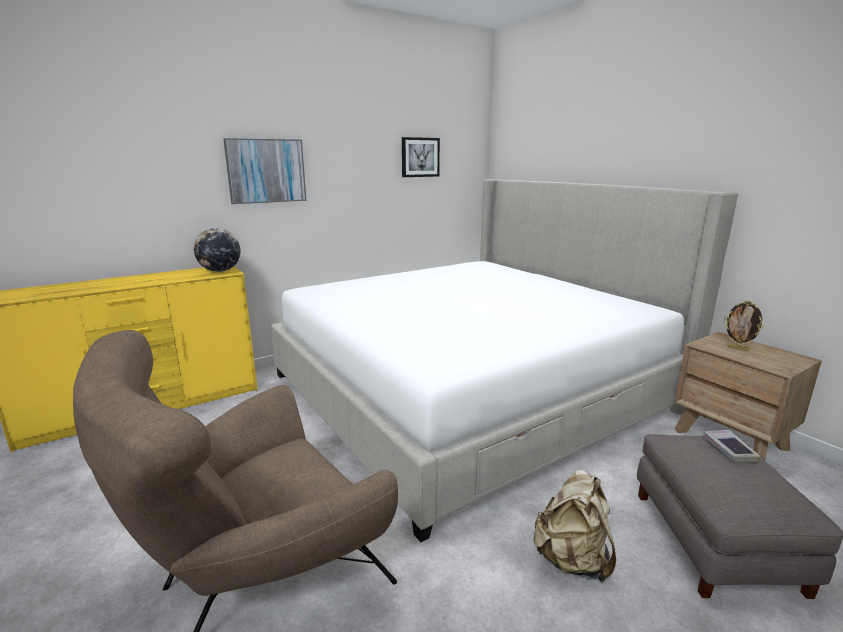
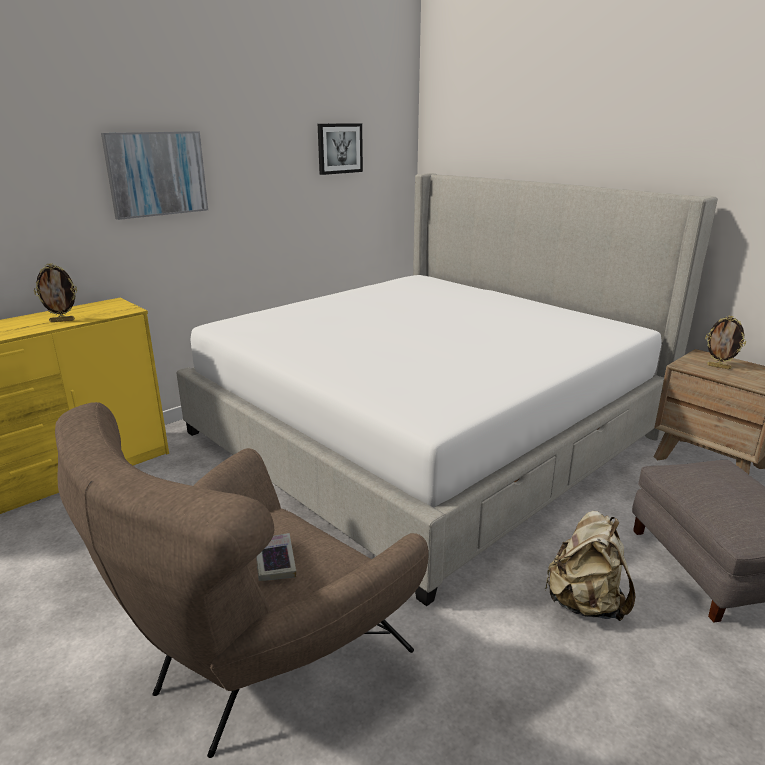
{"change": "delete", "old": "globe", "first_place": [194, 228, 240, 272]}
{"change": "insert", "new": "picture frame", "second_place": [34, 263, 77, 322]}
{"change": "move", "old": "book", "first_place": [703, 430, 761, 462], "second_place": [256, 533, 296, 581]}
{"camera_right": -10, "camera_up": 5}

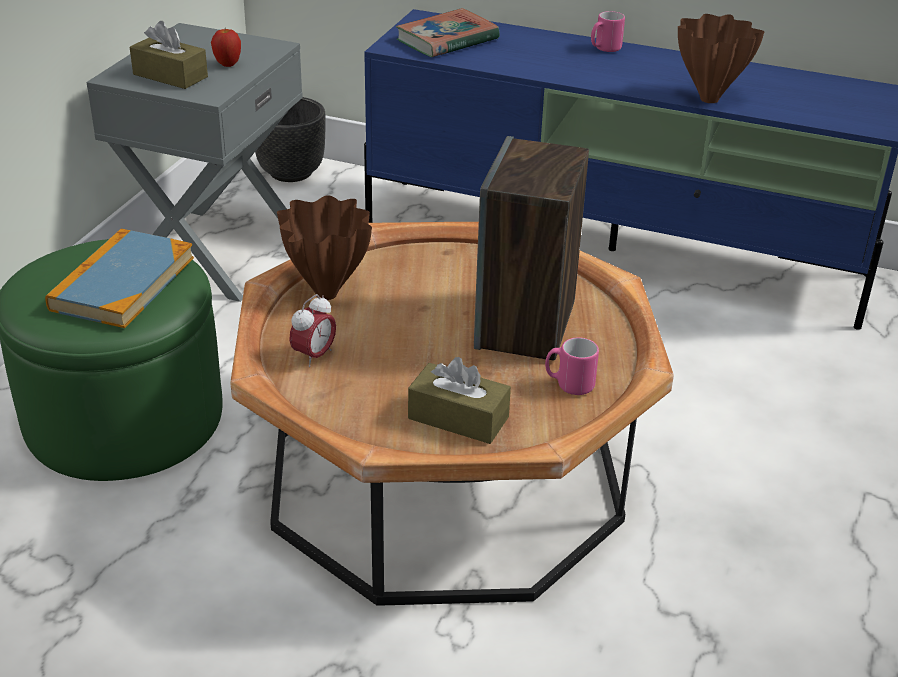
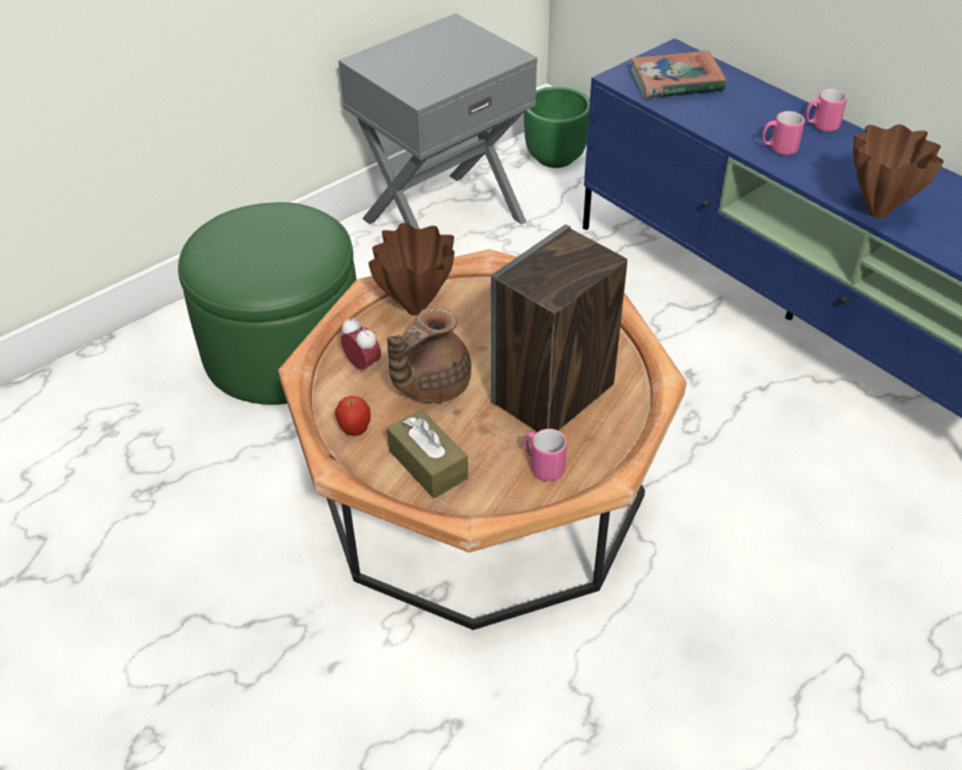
{"change": "delete", "old": "book", "first_place": [45, 228, 194, 328]}
{"change": "delete", "old": "tissue box in brown", "first_place": [130, 21, 208, 89]}
{"change": "insert", "new": "teapot in brown", "second_place": [387, 307, 471, 403]}
{"change": "insert", "new": "mug in pink", "second_place": [762, 111, 805, 155]}
{"change": "move", "old": "apple", "first_place": [211, 29, 241, 67], "second_place": [335, 396, 370, 436]}
{"change": "recolor", "old": "planter in black", "new": "planter in green", "first_place": [255, 97, 325, 182], "second_place": [524, 87, 590, 168]}
{"change": "rotate", "old": "alarm clock", "first_place": [289, 294, 336, 367], "second_place": [341, 317, 381, 370], "degrees": -105}
{"camera_right": 30, "camera_up": 10}

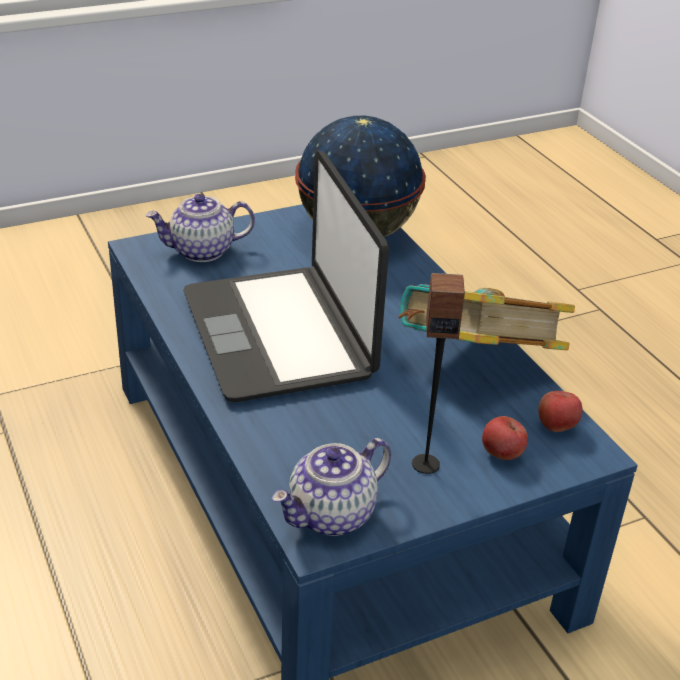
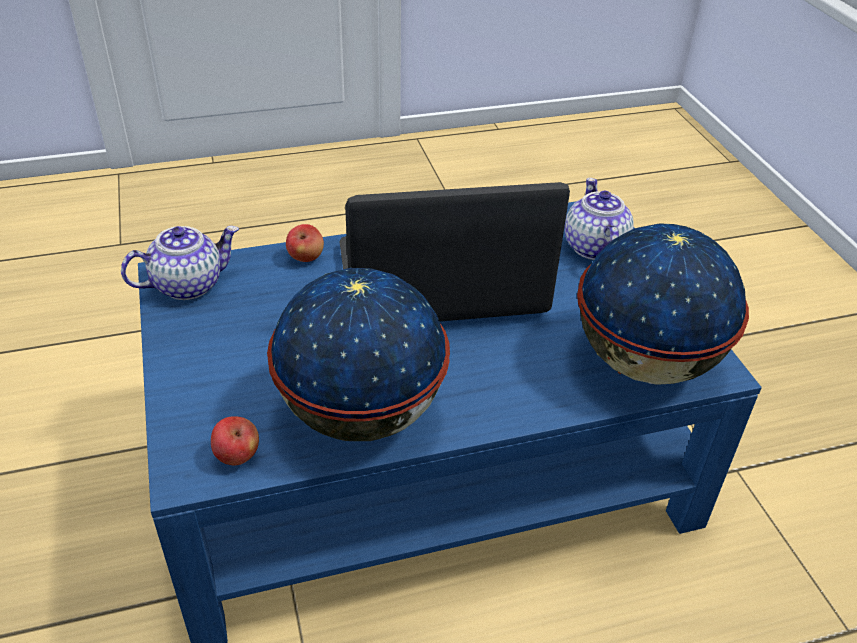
{"change": "delete", "old": "speaker", "first_place": [412, 273, 465, 474]}
{"change": "move", "old": "apple", "first_place": [482, 416, 528, 460], "second_place": [286, 224, 324, 262]}
{"change": "replace", "old": "book", "new": "globe", "first_place": [398, 284, 575, 350], "second_place": [267, 268, 450, 441]}
{"change": "rotate", "old": "teapot", "first_place": [272, 438, 391, 536], "second_place": [121, 226, 239, 300], "degrees": 90}
{"camera_right": 100, "camera_up": 5}

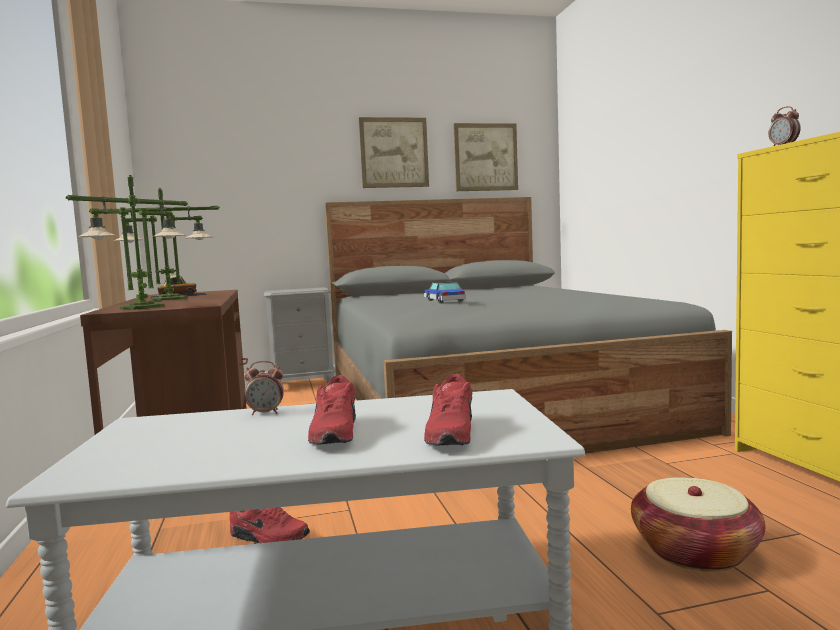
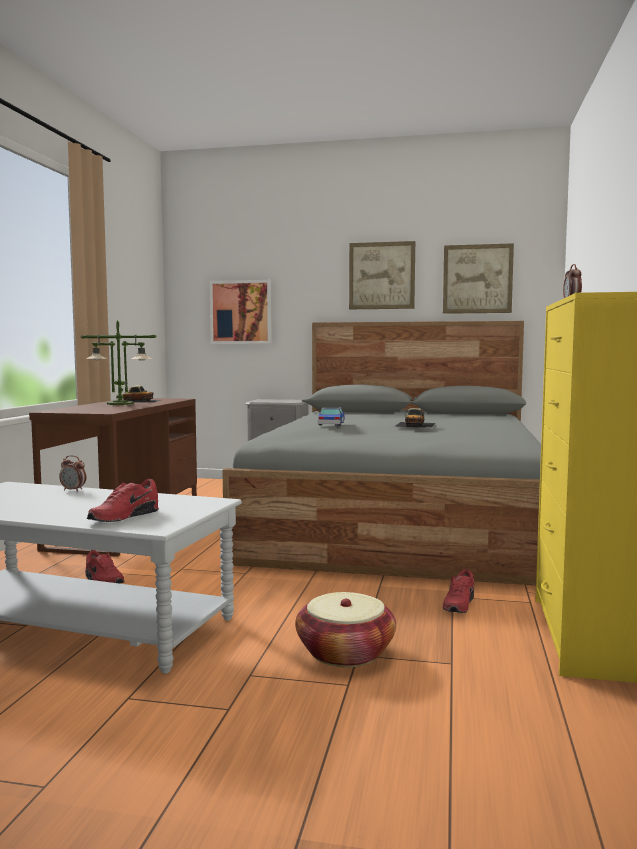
{"change": "delete", "old": "table lamp", "first_place": [66, 175, 188, 310]}
{"change": "insert", "new": "picture", "second_place": [210, 280, 272, 344]}
{"change": "insert", "new": "toy car", "second_place": [394, 408, 436, 428]}
{"change": "move", "old": "shoe in red", "first_place": [308, 375, 356, 444], "second_place": [443, 569, 474, 613]}
{"camera_right": 25, "camera_up": 0}

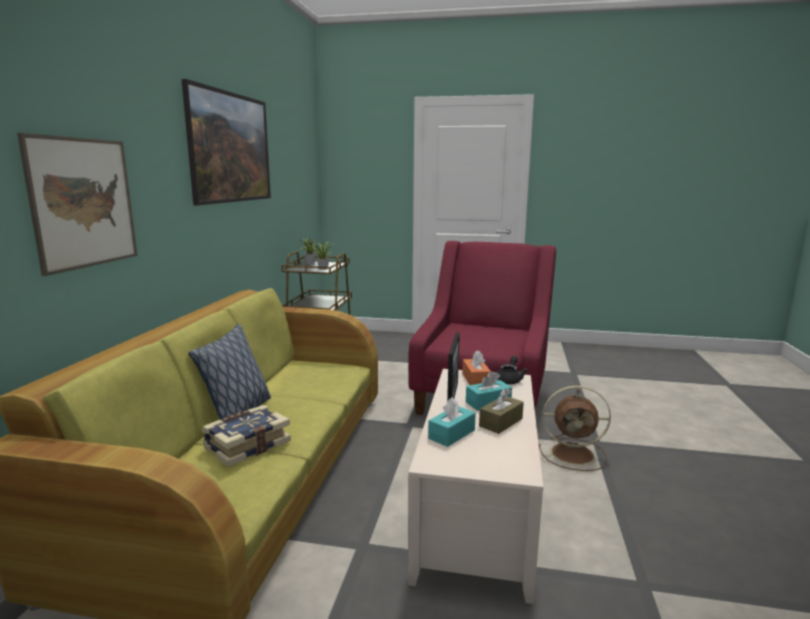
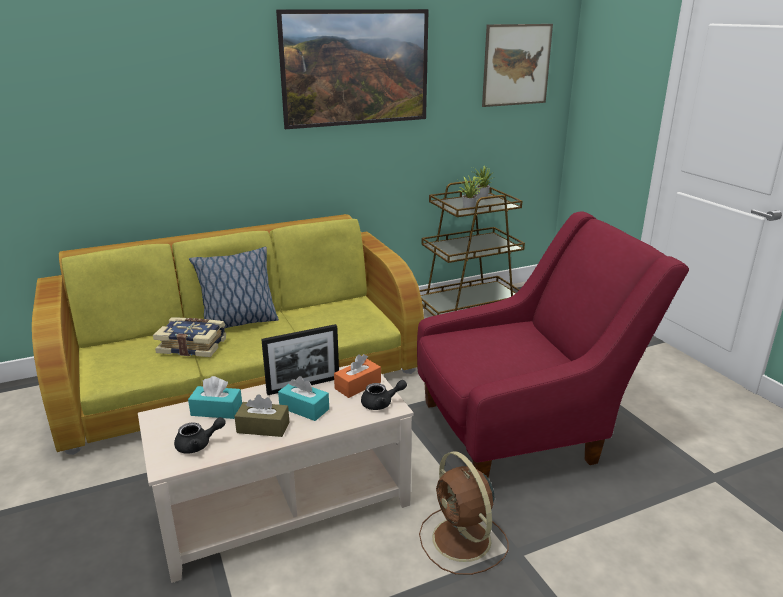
{"change": "insert", "new": "teapot in black", "second_place": [174, 417, 226, 454]}
{"change": "move", "old": "picture", "first_place": [17, 133, 137, 276], "second_place": [482, 24, 553, 107]}
{"camera_right": 55, "camera_up": 10}

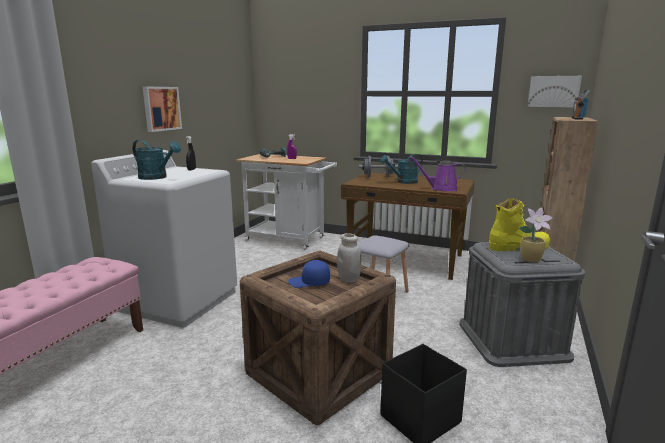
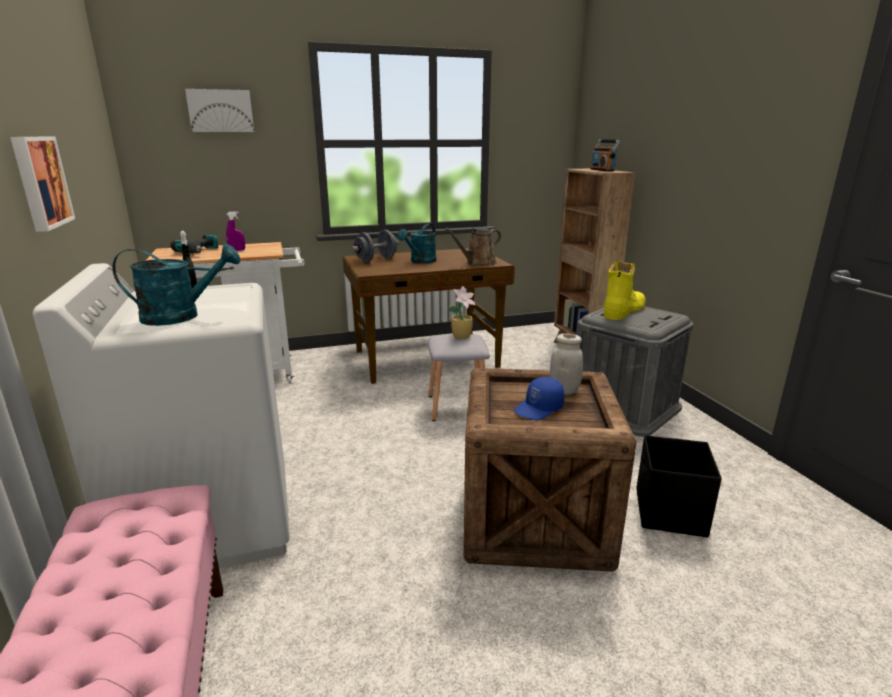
{"change": "move", "old": "potted plant", "first_place": [519, 207, 552, 262], "second_place": [448, 286, 476, 339]}
{"change": "move", "old": "picture", "first_place": [528, 76, 582, 107], "second_place": [185, 89, 254, 132]}
{"change": "recolor", "old": "watering can in purple", "new": "watering can in brown", "first_place": [410, 157, 466, 192], "second_place": [444, 227, 501, 266]}
{"camera_right": -40, "camera_up": 5}

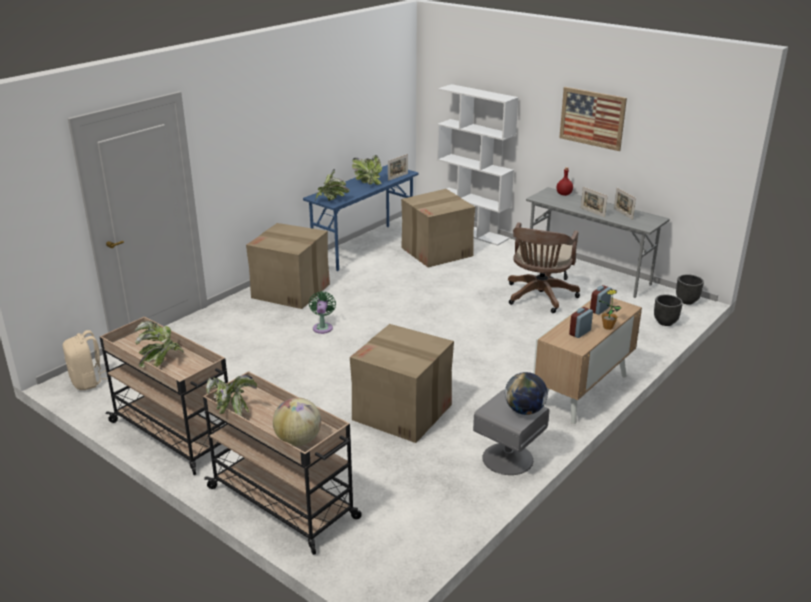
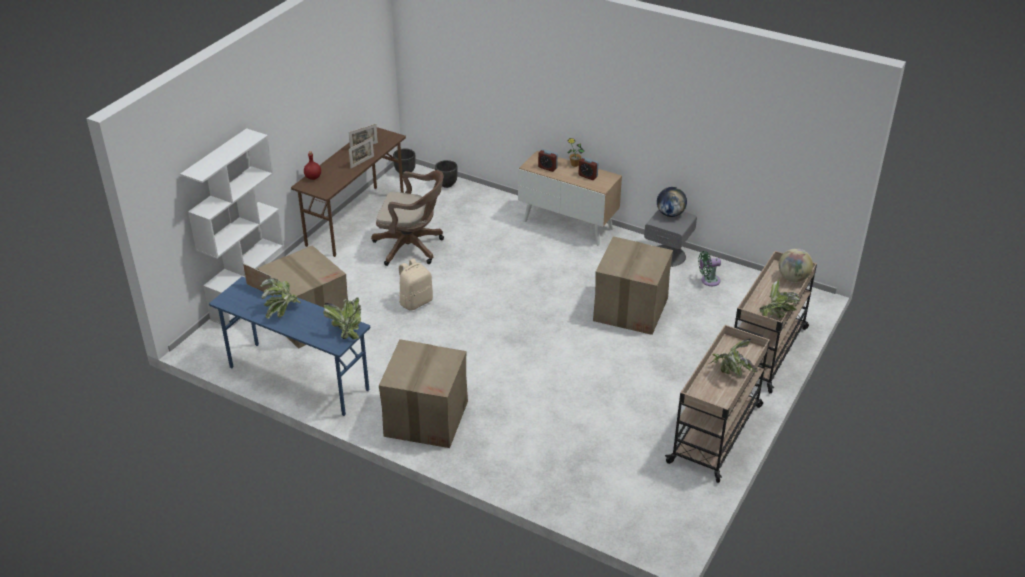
{"change": "delete", "old": "picture", "first_place": [559, 87, 627, 151]}
{"change": "move", "old": "backpack in beige", "first_place": [63, 330, 108, 390], "second_place": [398, 258, 433, 311]}
{"change": "move", "old": "fan in green", "first_place": [309, 291, 336, 334], "second_place": [698, 251, 721, 286]}
{"change": "recolor", "old": "desk in grey", "new": "desk in brown", "first_place": [526, 187, 670, 298], "second_place": [291, 127, 406, 257]}
{"camera_right": -100, "camera_up": 10}

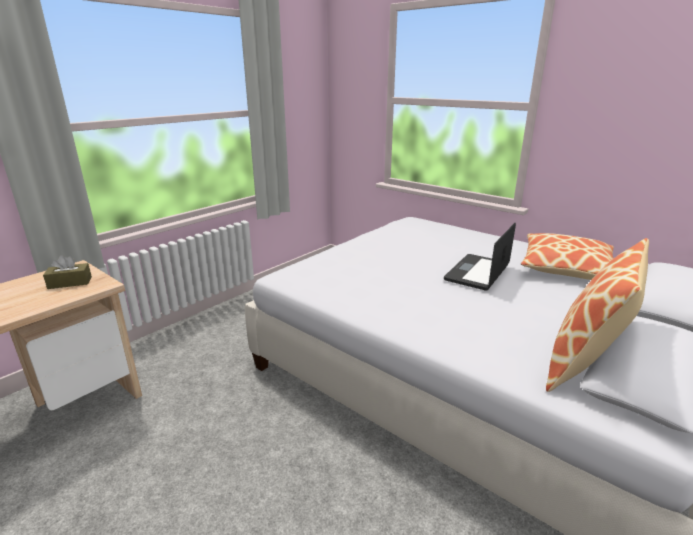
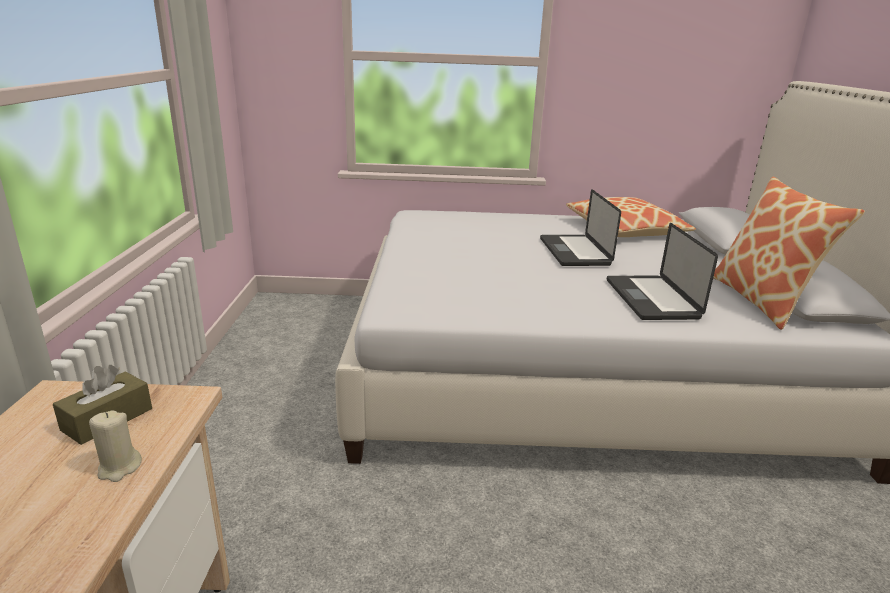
{"change": "insert", "new": "candle in beige", "second_place": [89, 410, 142, 482]}
{"change": "insert", "new": "laptop", "second_place": [607, 223, 718, 320]}
{"camera_right": -40, "camera_up": 0}

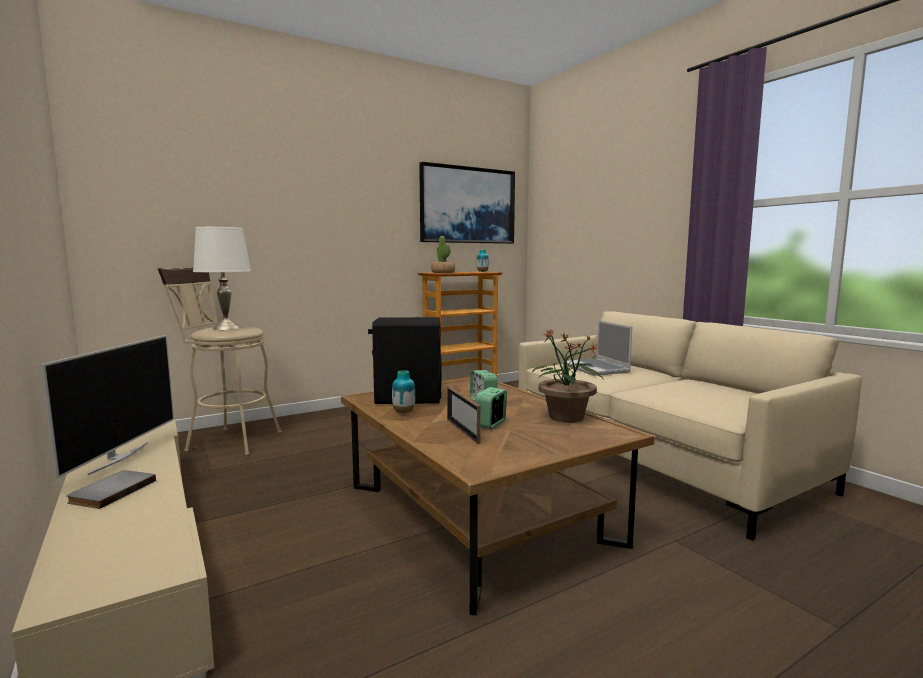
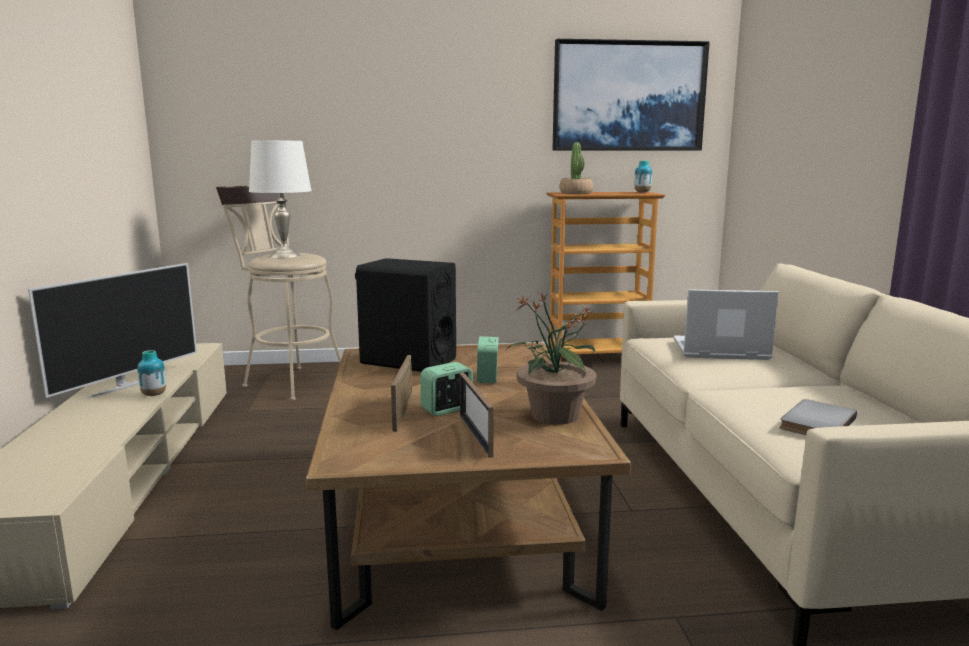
{"change": "insert", "new": "picture frame", "second_place": [460, 373, 494, 458]}
{"change": "move", "old": "book in grey", "first_place": [66, 470, 156, 509], "second_place": [780, 399, 857, 435]}
{"change": "move", "old": "vase", "first_place": [392, 370, 415, 413], "second_place": [137, 350, 166, 396]}
{"change": "rotate", "old": "laptop", "first_place": [563, 320, 632, 376], "second_place": [673, 289, 779, 360], "degrees": 90}
{"camera_right": 25, "camera_up": 5}

